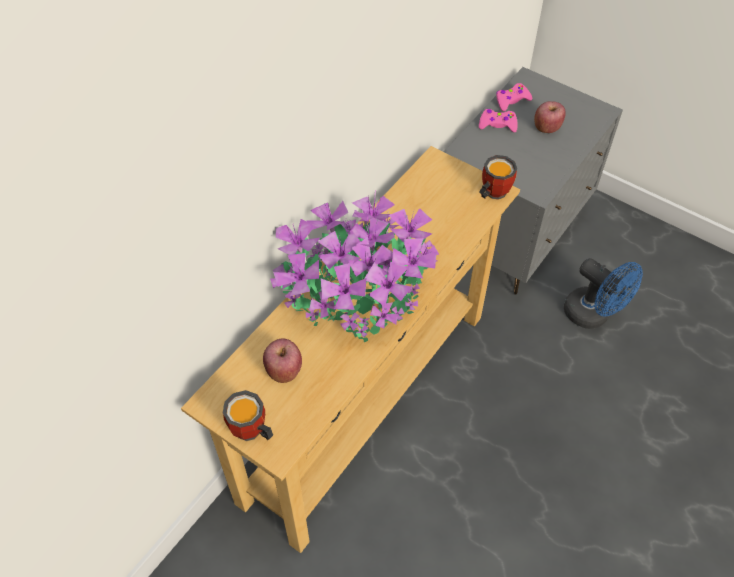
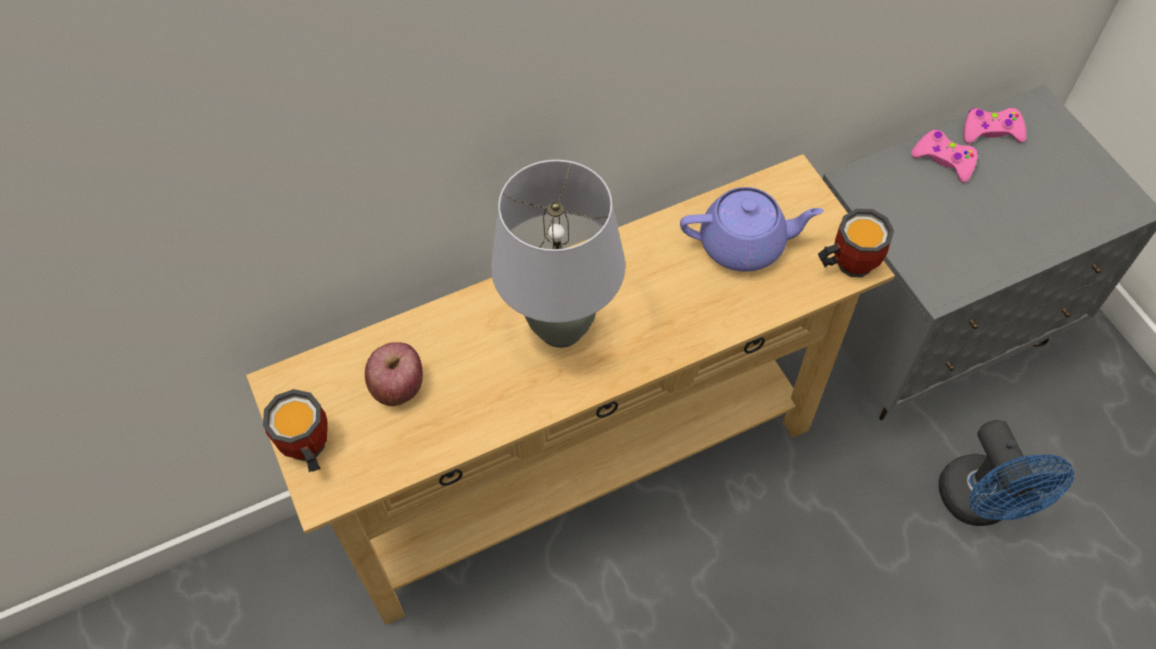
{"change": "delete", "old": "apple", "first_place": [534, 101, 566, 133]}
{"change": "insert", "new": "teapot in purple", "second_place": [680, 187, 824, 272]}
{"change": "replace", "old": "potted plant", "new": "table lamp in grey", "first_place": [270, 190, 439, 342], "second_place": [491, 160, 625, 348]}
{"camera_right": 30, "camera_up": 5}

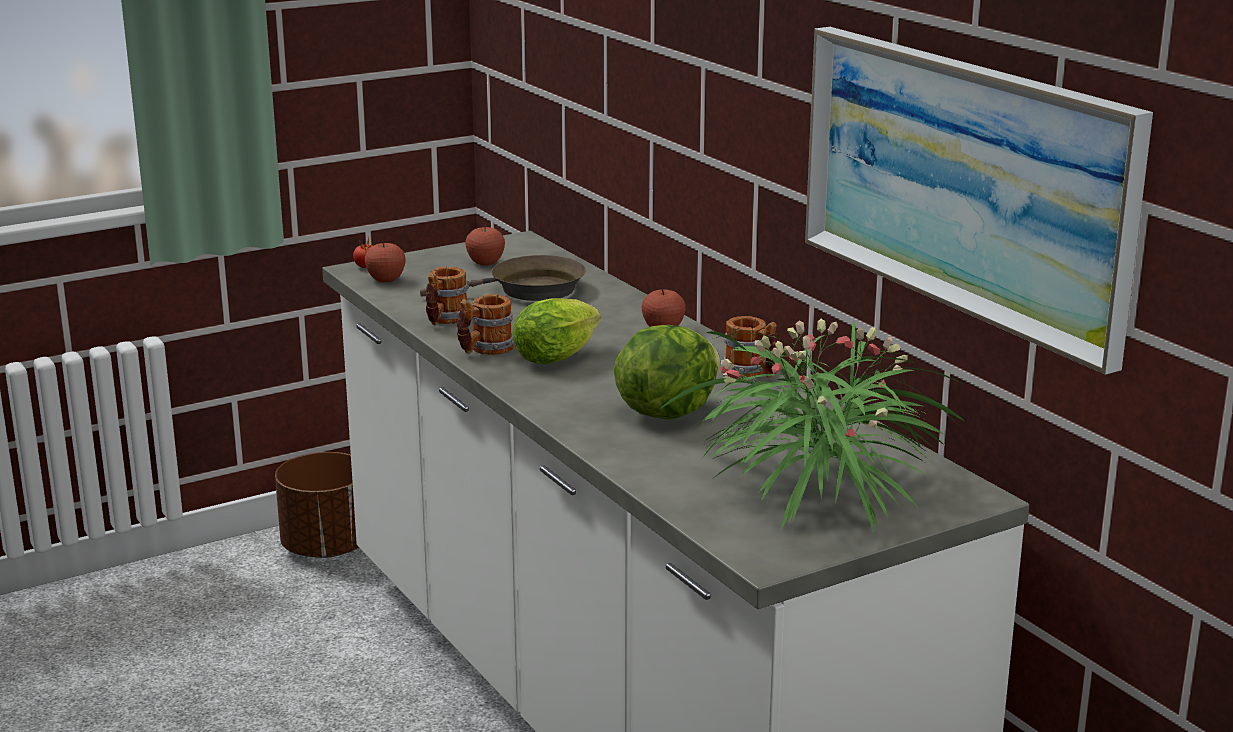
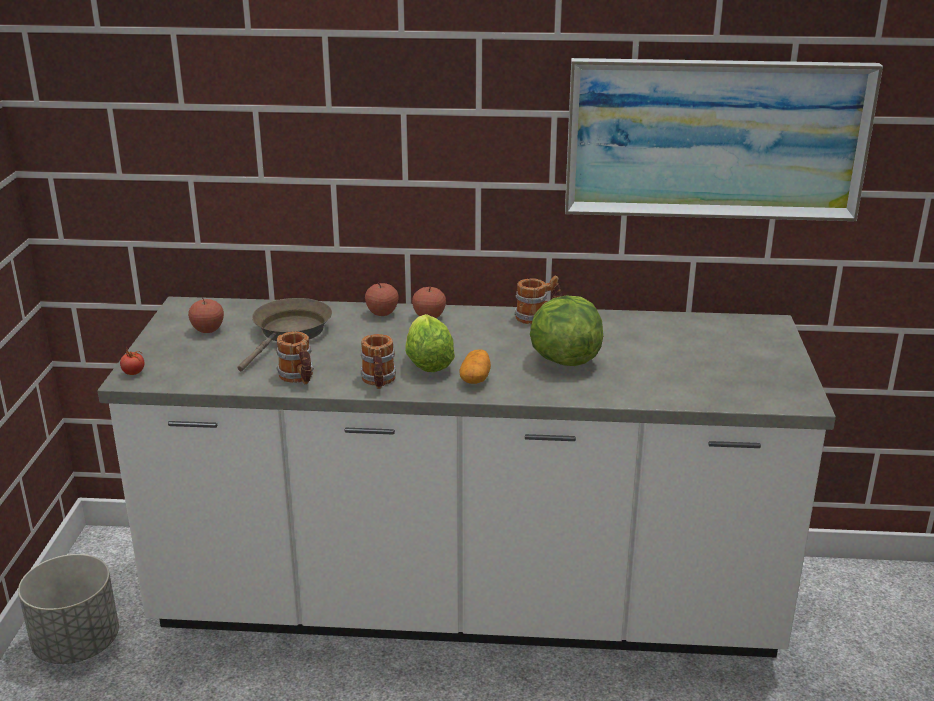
{"change": "delete", "old": "potted plant", "first_place": [659, 319, 965, 534]}
{"change": "insert", "new": "potato", "second_place": [459, 349, 491, 384]}
{"change": "move", "old": "apple", "first_place": [365, 240, 406, 282], "second_place": [365, 283, 399, 316]}
{"change": "recolor", "old": "planter in brown", "new": "planter in grey", "first_place": [275, 452, 359, 558], "second_place": [18, 554, 119, 664]}
{"camera_right": -55, "camera_up": 5}

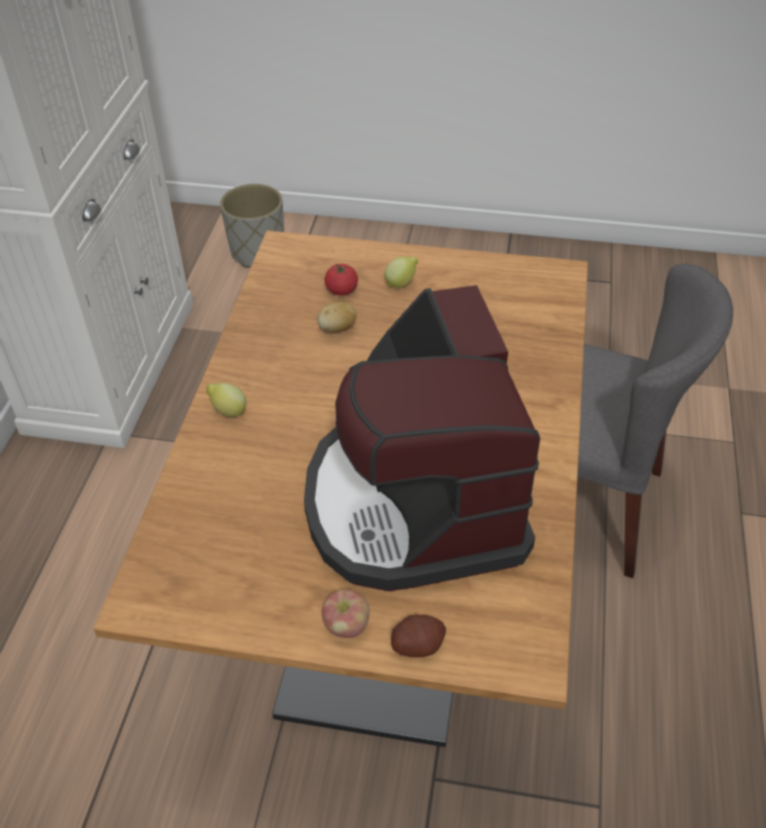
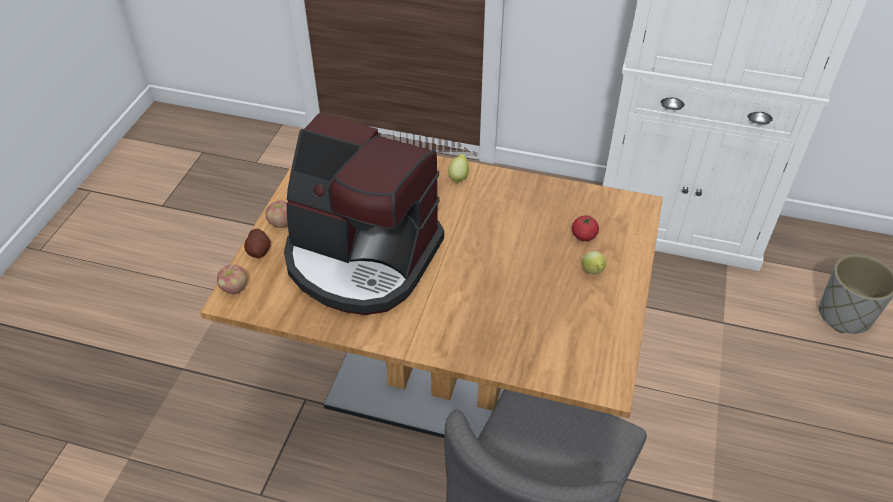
{"change": "delete", "old": "potato", "first_place": [317, 302, 357, 333]}
{"change": "insert", "new": "apple", "second_place": [217, 265, 247, 294]}
{"change": "rotate", "old": "coffee machine", "first_place": [304, 285, 540, 591], "second_place": [284, 113, 444, 315], "degrees": -150}
{"camera_right": 95, "camera_up": 0}

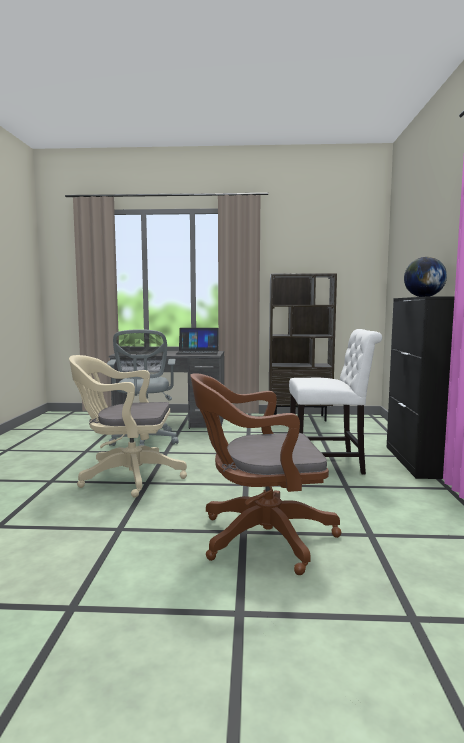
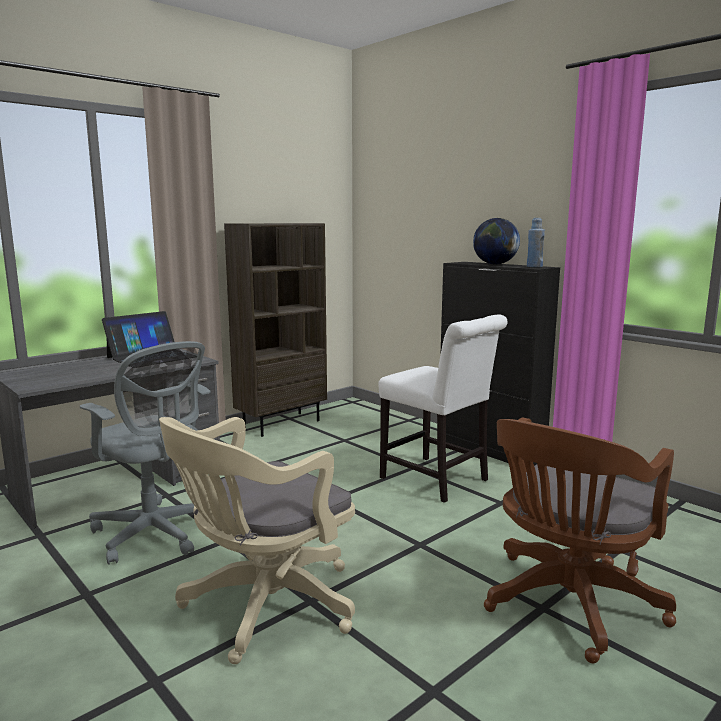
{"change": "insert", "new": "bottle in blue", "second_place": [527, 218, 545, 267]}
{"change": "rotate", "old": "chair in white", "first_place": [289, 329, 382, 475], "second_place": [379, 314, 508, 503], "degrees": 90}
{"camera_right": -45, "camera_up": 5}

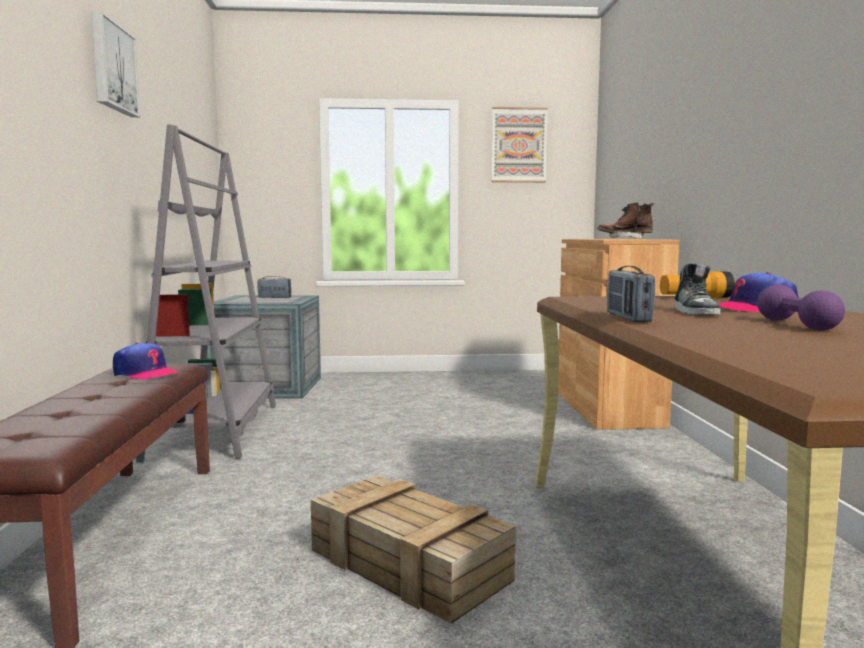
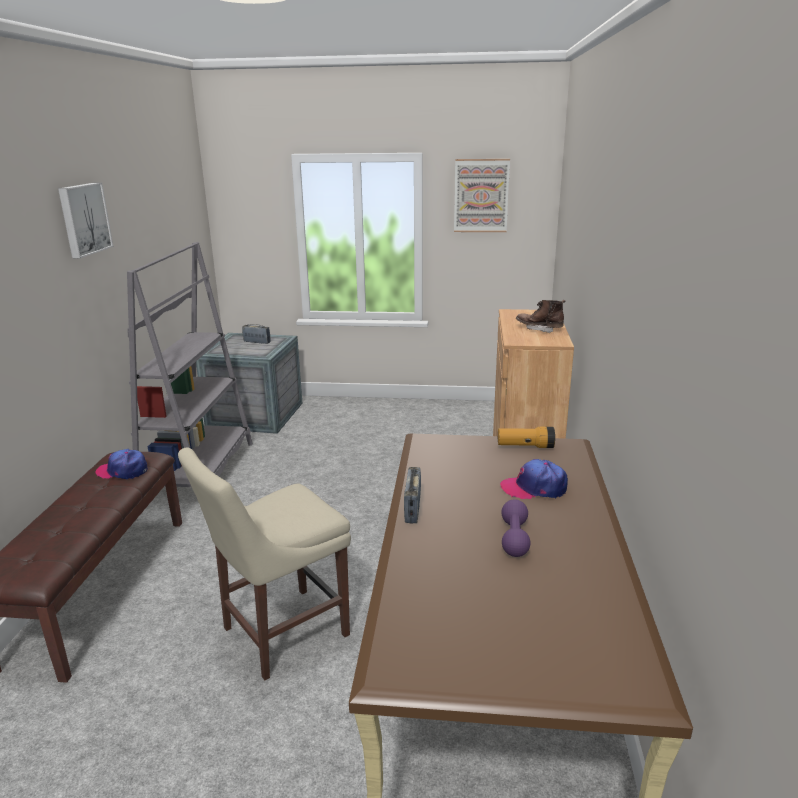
{"change": "delete", "old": "shoe", "first_place": [674, 263, 720, 315]}
{"change": "replace", "old": "crate", "new": "chair in beige", "first_place": [311, 475, 516, 624], "second_place": [178, 447, 351, 680]}
{"change": "rotate", "old": "cap", "first_place": [113, 343, 179, 379], "second_place": [96, 449, 148, 480], "degrees": 150}
{"camera_right": 10, "camera_up": 15}

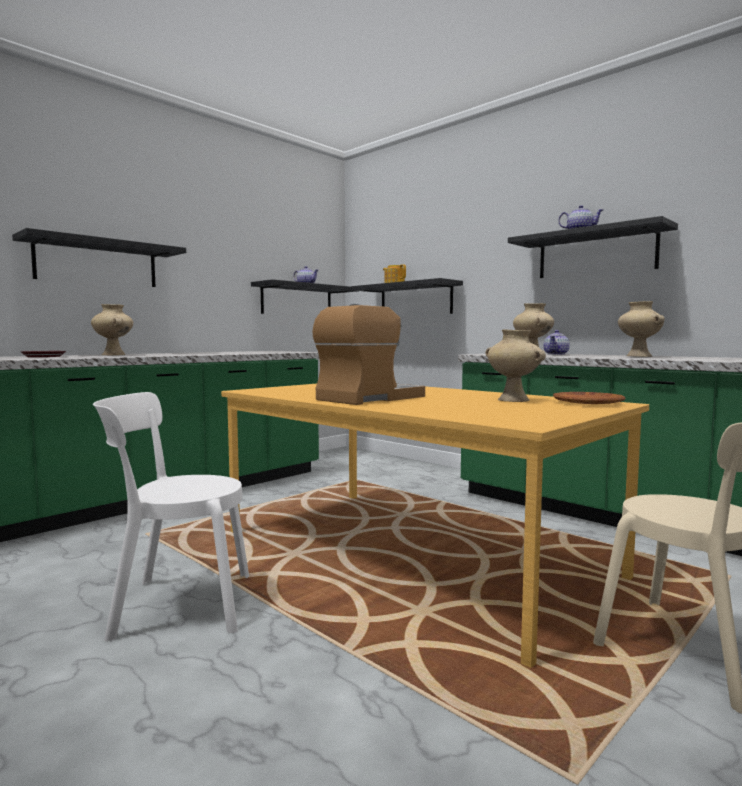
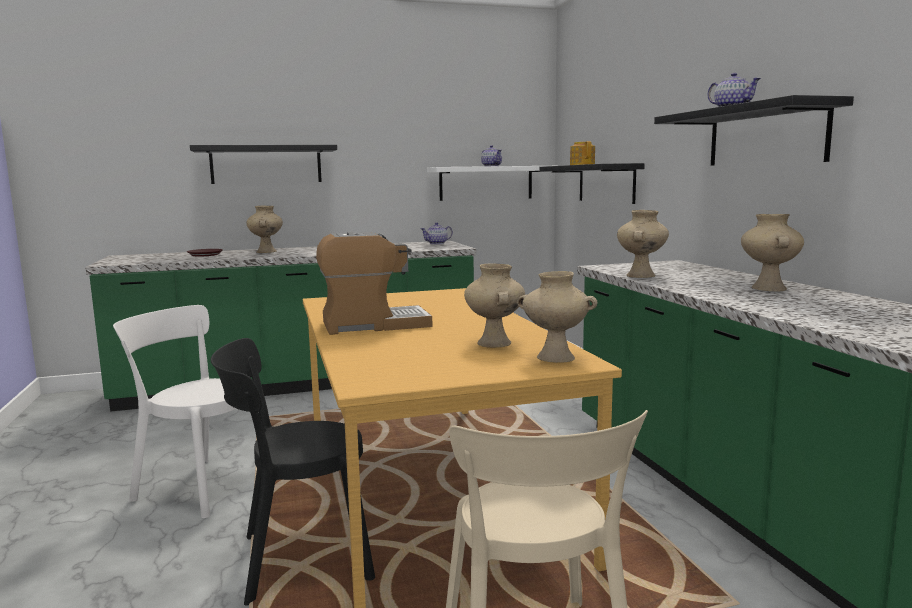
{"change": "insert", "new": "chair in black", "second_place": [211, 338, 375, 606]}
{"change": "move", "old": "teapot", "first_place": [543, 330, 570, 355], "second_place": [421, 222, 453, 244]}
{"change": "replace", "old": "plate in brown", "new": "vase in beige", "first_place": [553, 392, 626, 404], "second_place": [517, 271, 598, 363]}
{"change": "recolor", "old": "shelf in black", "new": "shelf in white", "first_place": [251, 279, 358, 314], "second_place": [427, 166, 544, 201]}
{"camera_right": 30, "camera_up": 5}

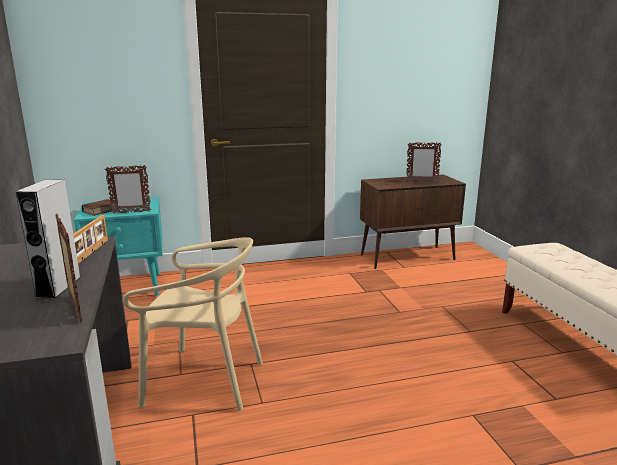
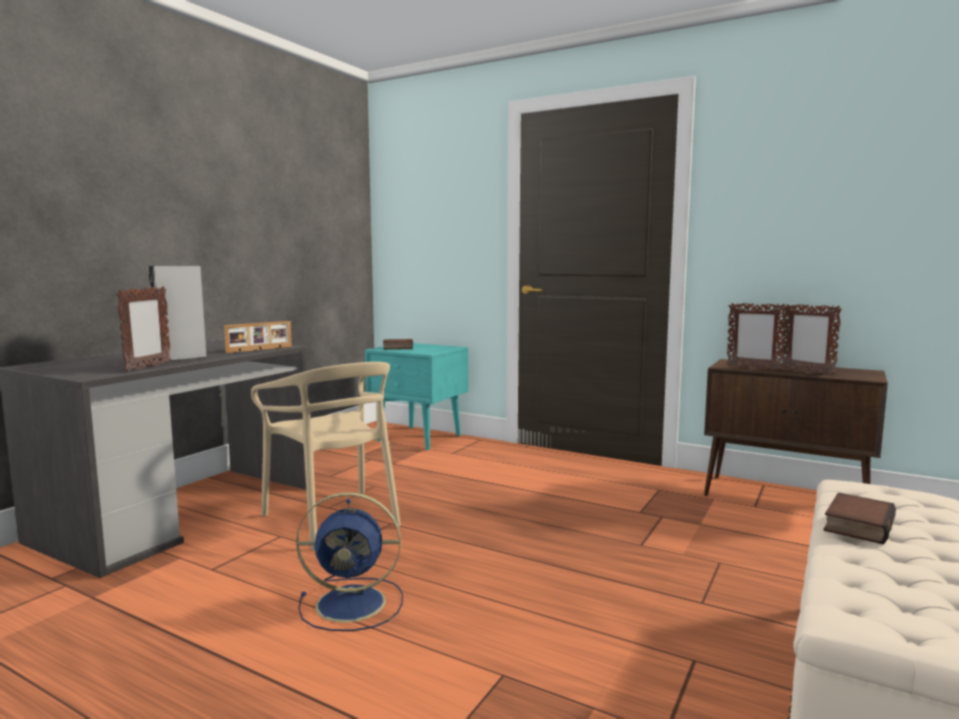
{"change": "insert", "new": "fan in blue", "second_place": [296, 492, 403, 631]}
{"change": "insert", "new": "book", "second_place": [824, 493, 896, 544]}
{"change": "move", "old": "picture frame", "first_place": [105, 165, 151, 214], "second_place": [727, 303, 787, 371]}
{"camera_right": 45, "camera_up": -10}

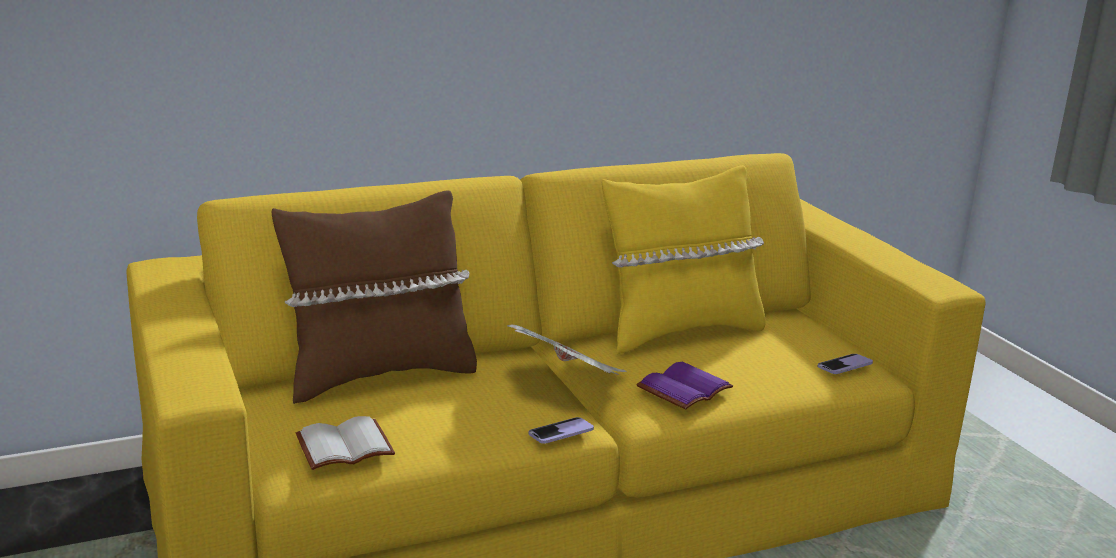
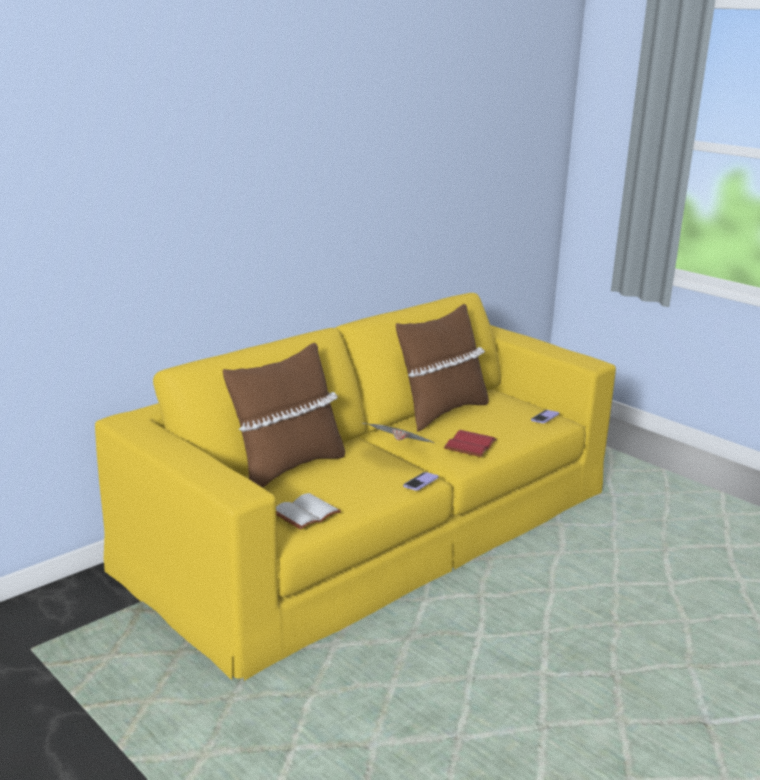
{"change": "recolor", "old": "pillow in yellow", "new": "pillow in brown", "first_place": [602, 165, 766, 354], "second_place": [396, 304, 489, 432]}
{"change": "recolor", "old": "book in purple", "new": "book in red", "first_place": [636, 362, 733, 410], "second_place": [444, 430, 497, 457]}
{"camera_right": -20, "camera_up": 0}

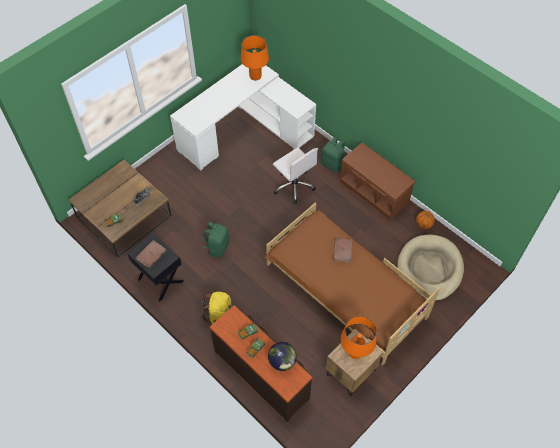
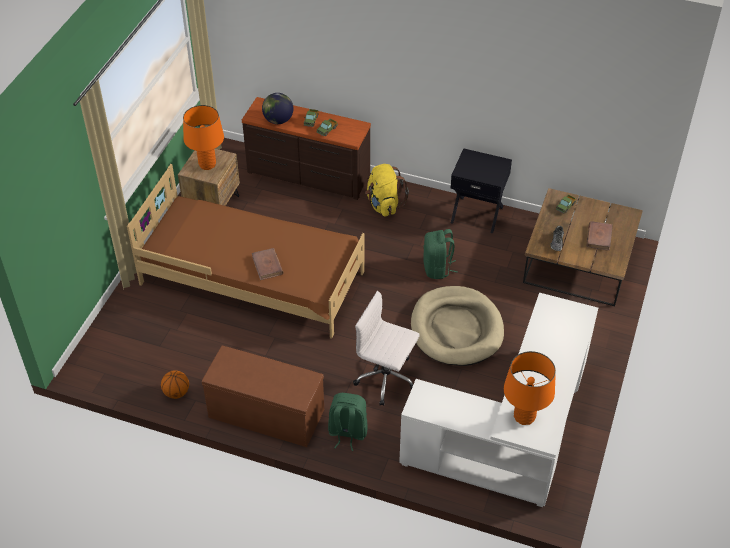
{"change": "move", "old": "book in brown", "first_place": [136, 240, 167, 268], "second_place": [586, 221, 613, 251]}
{"change": "move", "old": "dog bed in beige", "first_place": [397, 235, 464, 301], "second_place": [411, 286, 504, 366]}
{"camera_right": 155, "camera_up": -10}

